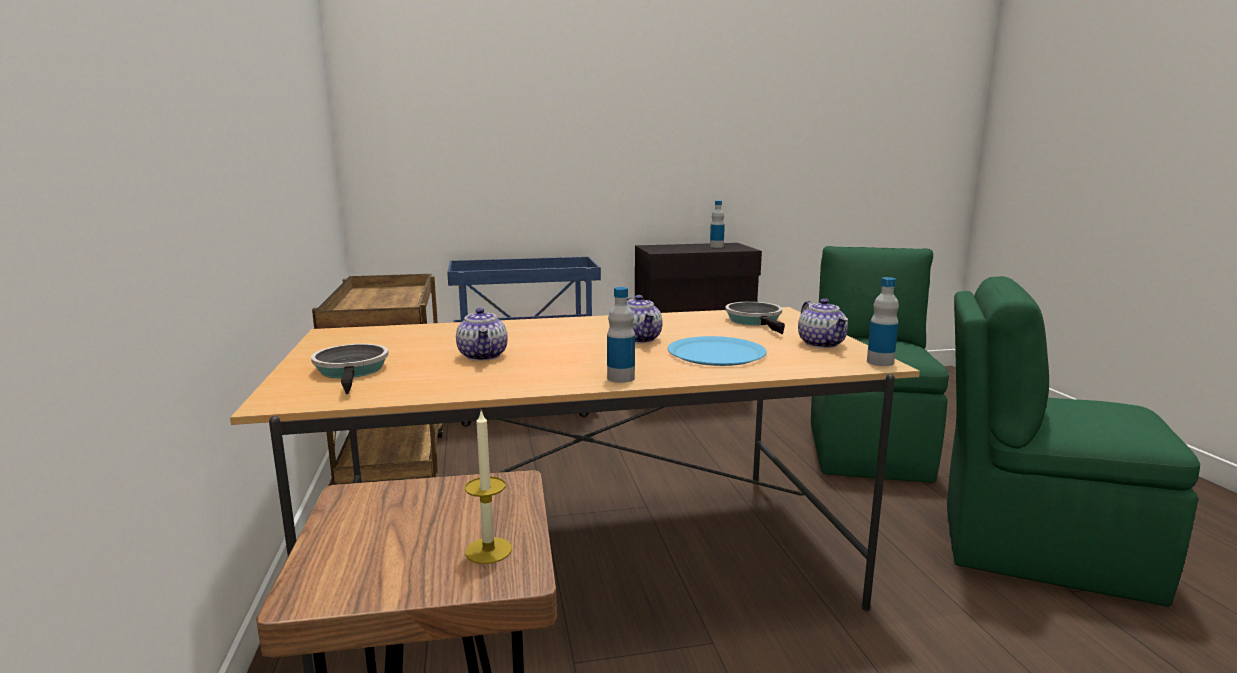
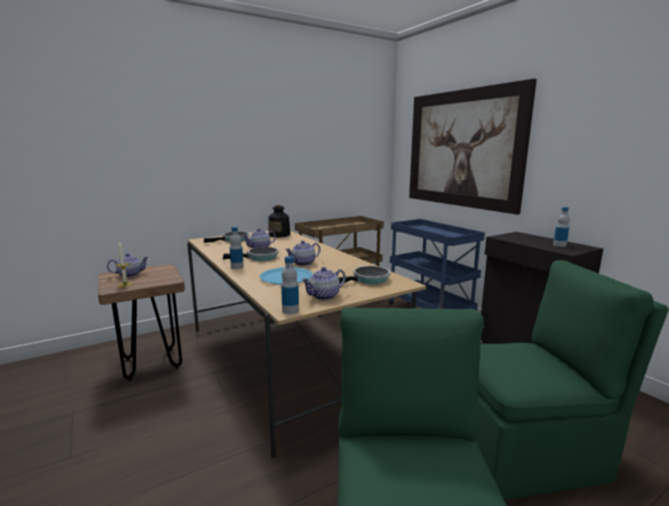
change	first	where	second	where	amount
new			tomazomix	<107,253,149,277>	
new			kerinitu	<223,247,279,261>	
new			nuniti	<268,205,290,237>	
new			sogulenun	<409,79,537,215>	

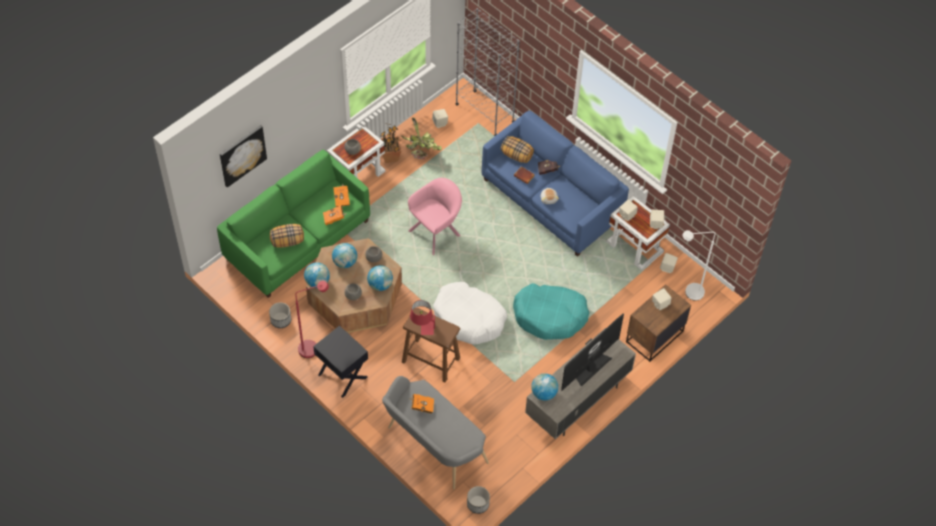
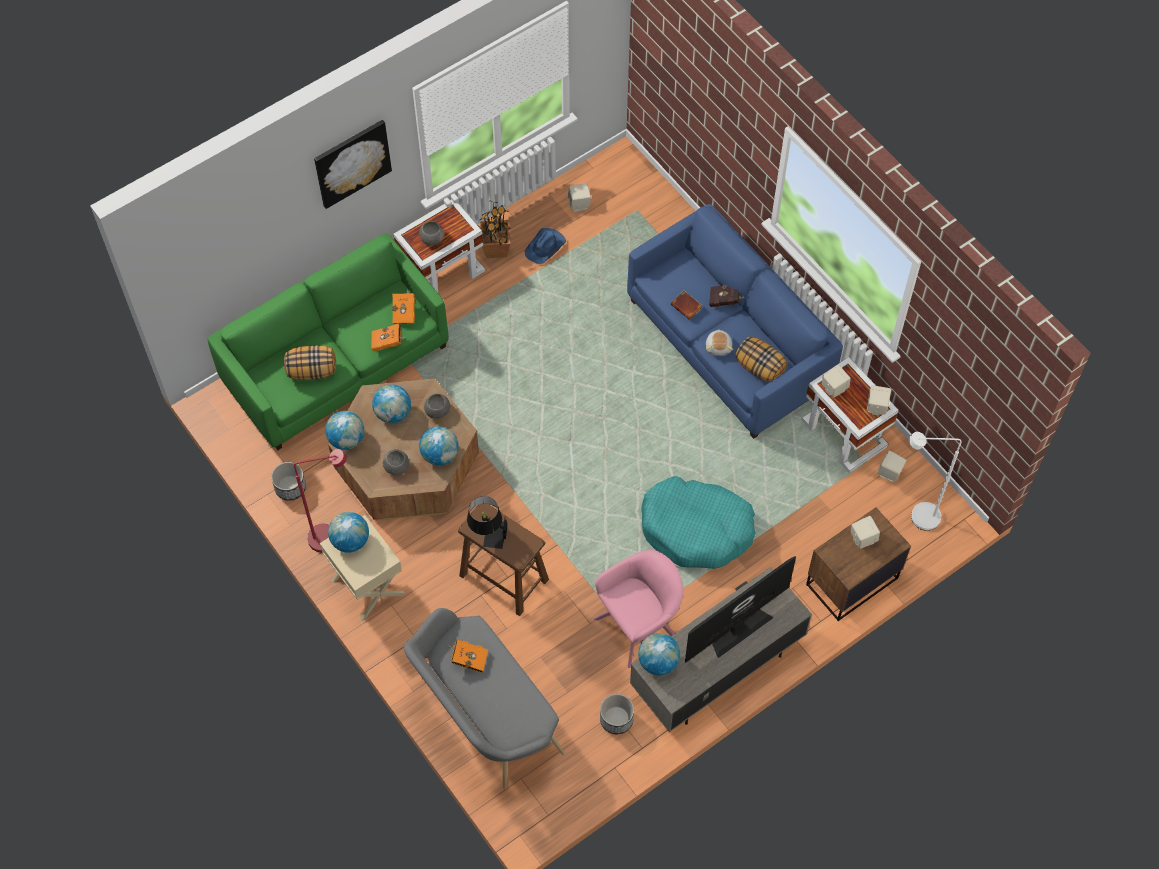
change	first	where	second	where	amount
gone	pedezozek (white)	<433,282,507,345>			
gone	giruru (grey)	<456,8,520,136>			
new			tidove	<328,512,369,553>	
shifted	sogulenun	<220,125,267,188>		<314,120,392,209>	
shifted	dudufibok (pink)	<408,178,462,255>		<593,550,683,668>	
shifted	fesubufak	<467,486,490,514>		<600,694,634,734>	
shifted	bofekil	<501,136,534,163>		<735,337,788,382>	
swapped	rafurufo	<401,118,442,160>	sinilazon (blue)	<525,228,566,264>	
repainted	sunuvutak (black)	<313,326,368,398>	sunuvutak (beige)	<320,515,404,621>	
repainted	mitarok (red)	<410,300,435,335>	mitarok (black)	<467,496,507,549>	

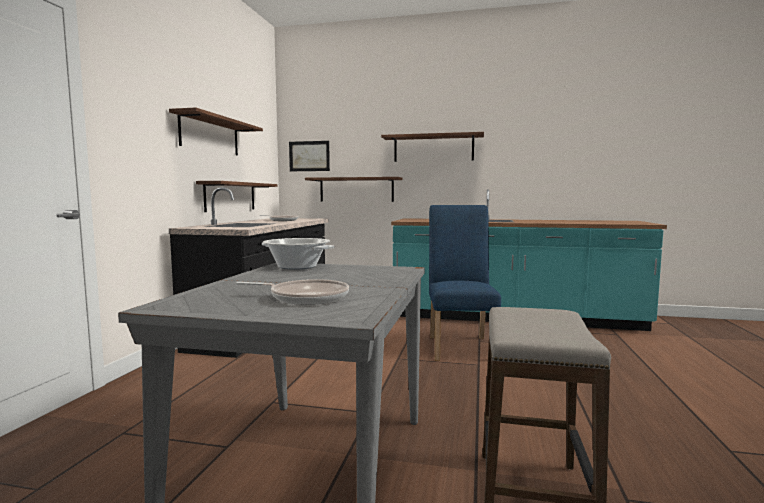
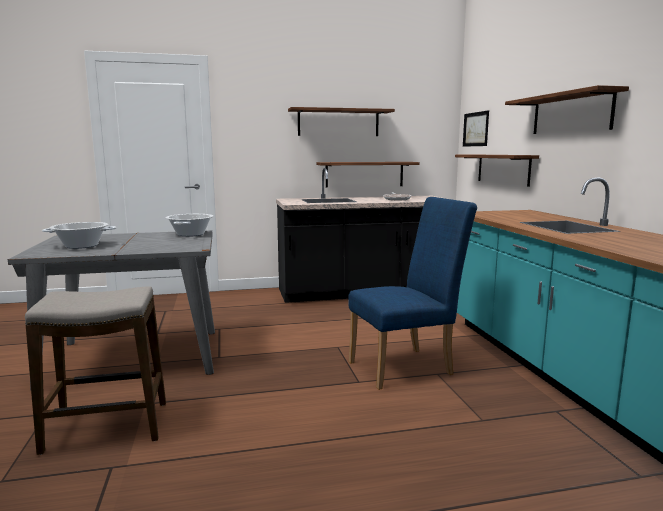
change	first	where	second	where	amount
swapped	kerinitu	<236,279,349,305>	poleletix	<42,222,117,249>	

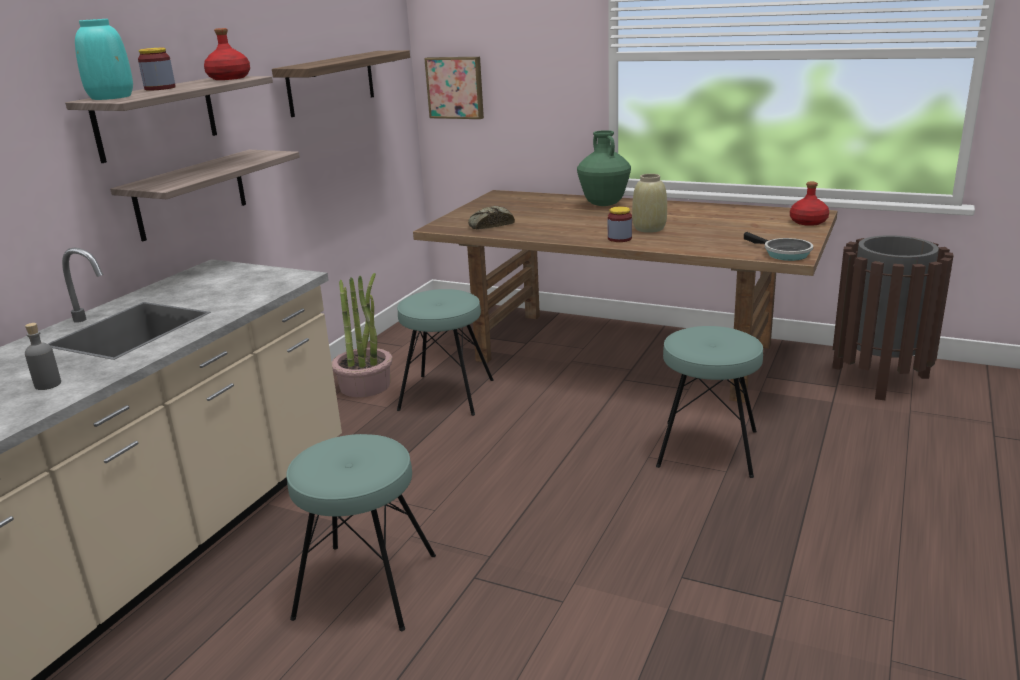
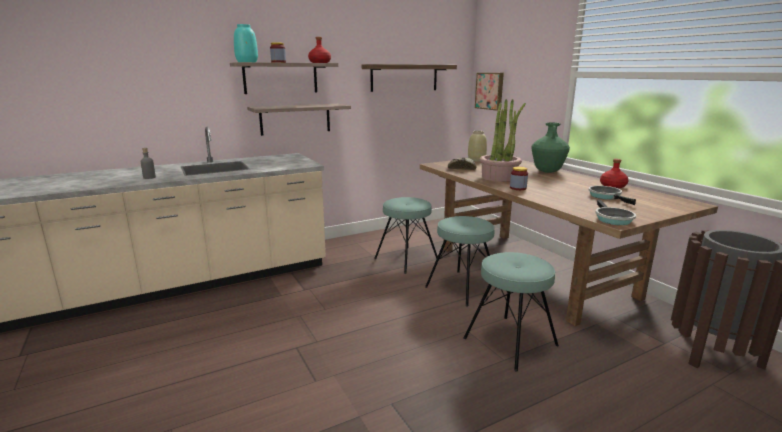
change	first	where	second	where	amount
new			kerinitu	<588,186,636,205>	
shifted	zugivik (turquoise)	<286,434,436,631>		<425,216,499,307>	
shifted	rafurufo	<332,273,393,397>		<480,99,526,182>	
shifted	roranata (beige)	<632,174,667,233>		<468,131,487,161>	
shifted	nuniti (red)	<790,182,829,226>		<600,159,629,188>	

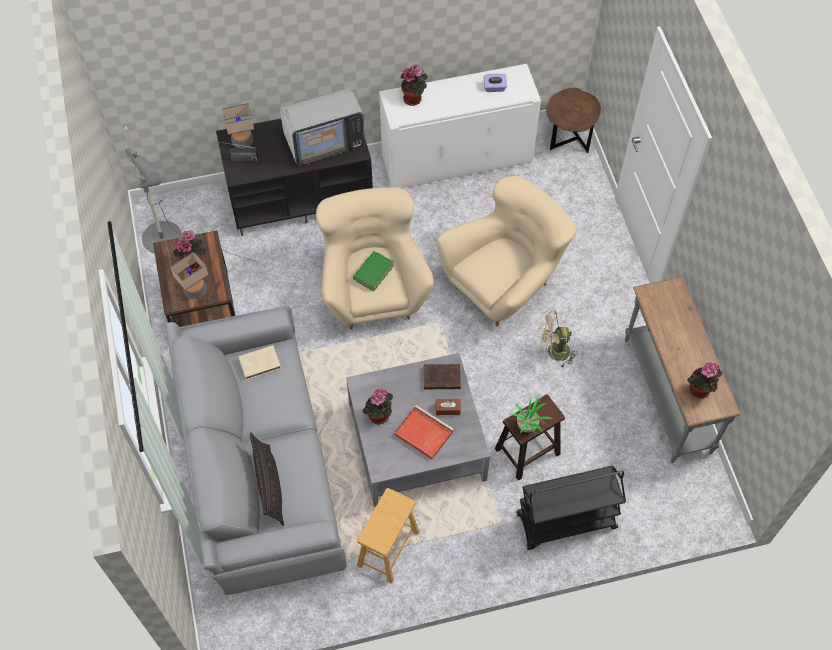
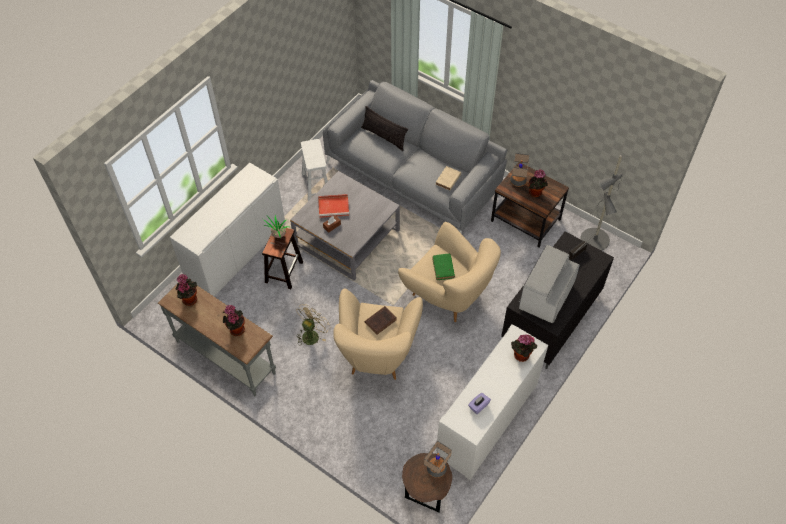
change	first	where	second	where	amount
shifted	mitarok	<222,103,254,148>		<424,441,452,478>	
shifted	rafurufo	<363,389,393,425>		<223,305,245,336>	
shifted	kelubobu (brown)	<424,364,461,389>		<365,306,397,335>	
swapped	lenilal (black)	<516,466,626,550>	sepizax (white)	<170,163,285,296>	
repainted	zugivik (brown)	<357,488,420,583>	zugivik (white)	<301,139,328,201>	

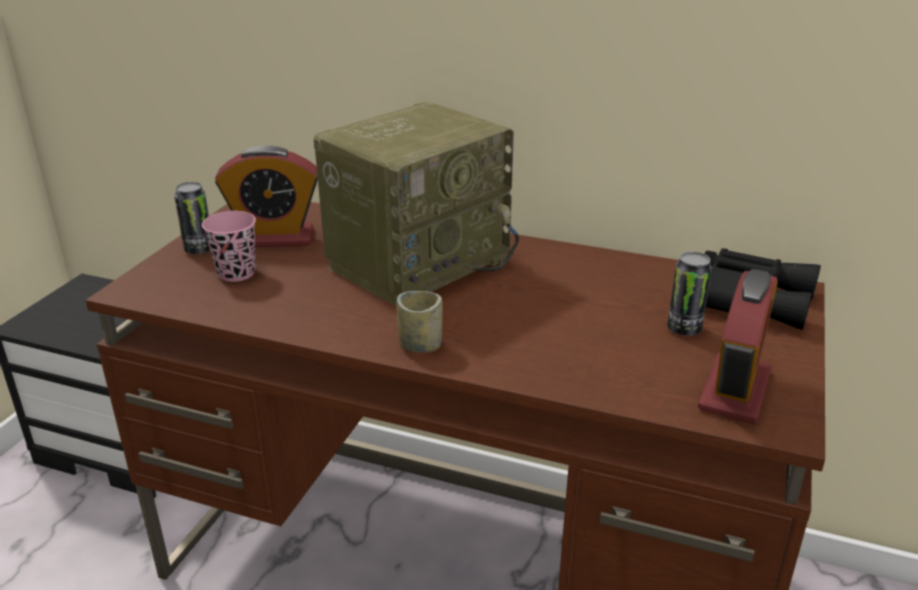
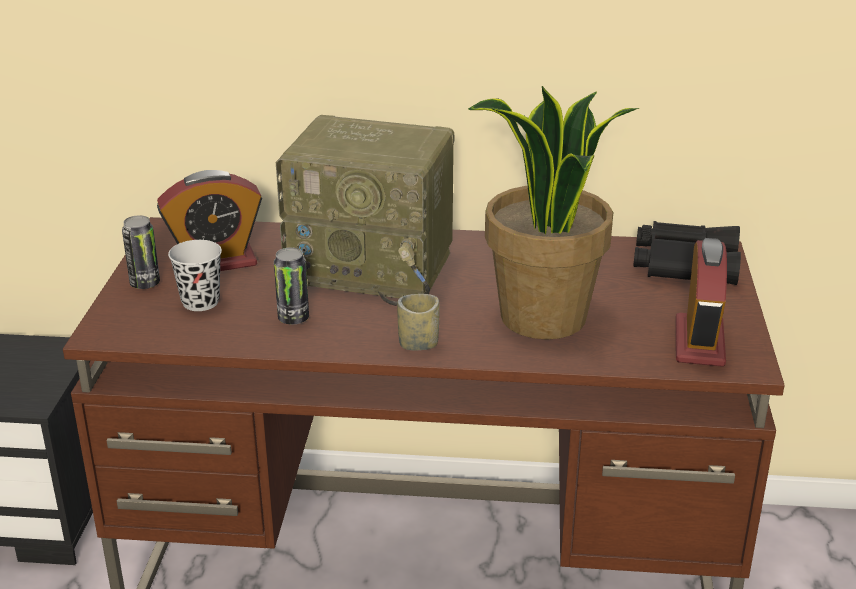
change	first	where	second	where	amount
new			rafurufo	<468,86,639,340>	
shifted	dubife	<667,252,712,336>		<274,248,309,324>	
repainted	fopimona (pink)	<202,211,256,282>	fopimona (black)	<168,240,222,311>	
rotated	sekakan	<314,102,519,307>		<276,115,454,306>	75 degrees clockwise

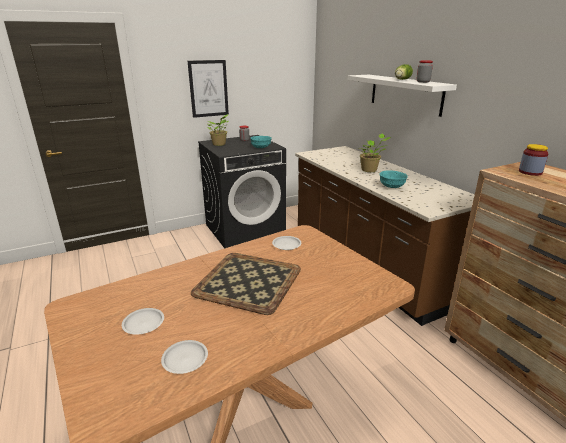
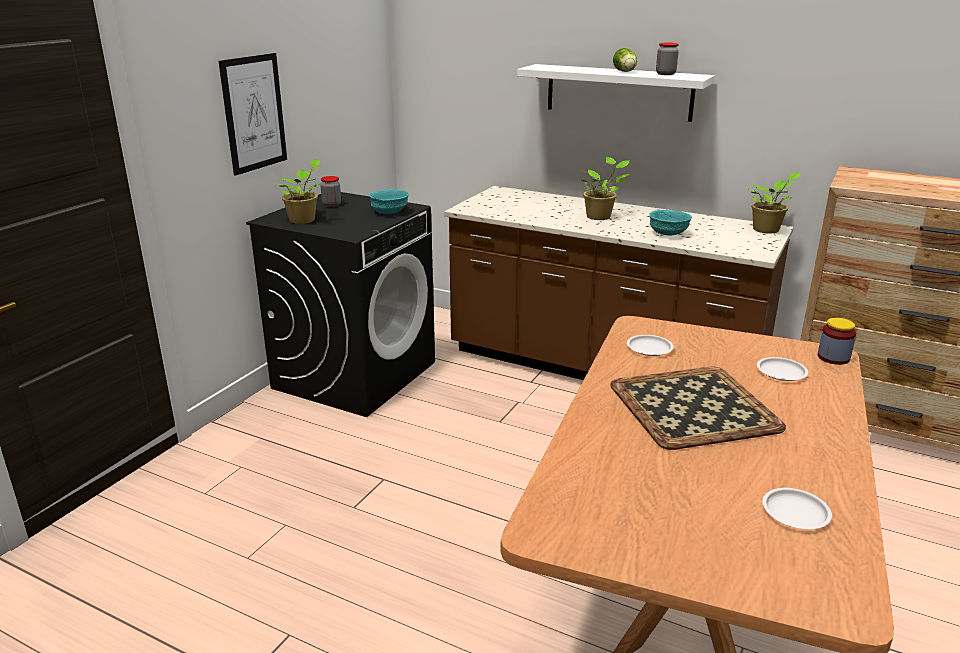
change	first	where	second	where	amount
new			rafurufo	<749,172,800,234>	
shifted	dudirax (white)	<122,308,164,335>		<757,357,808,381>	
shifted	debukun	<519,144,549,176>		<818,318,856,365>	

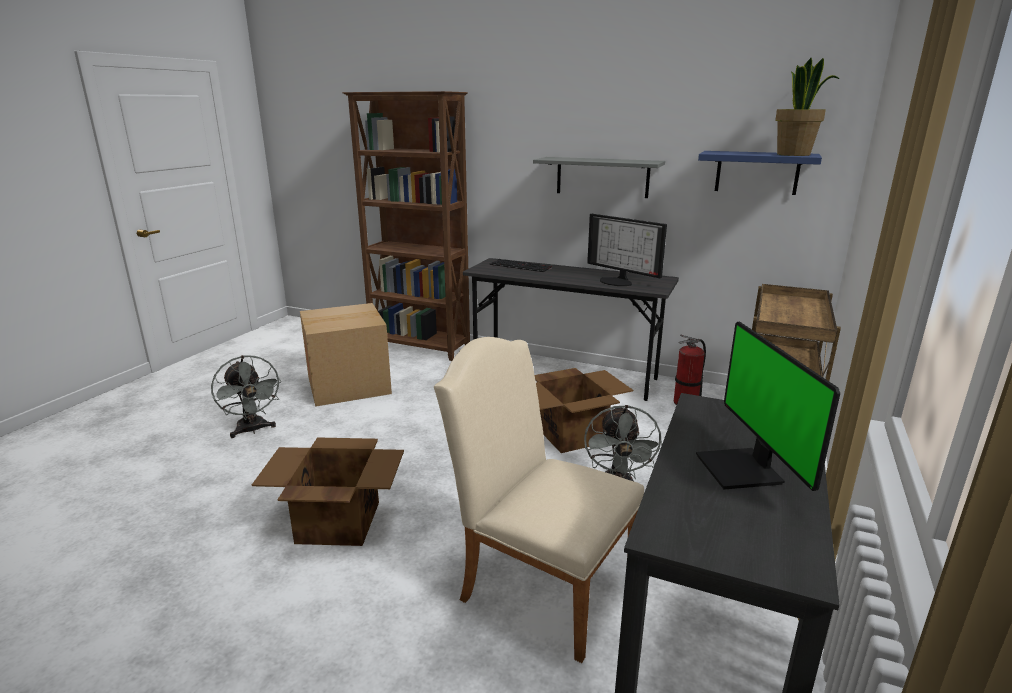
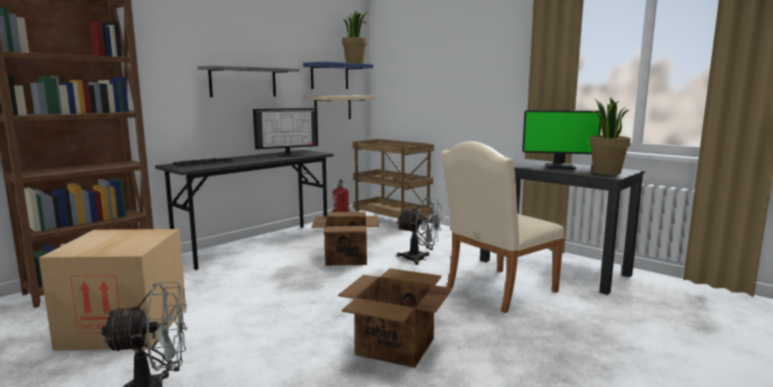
change	first	where	second	where	amount
new			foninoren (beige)	<307,96,376,119>	
new			rafurufo	<588,97,631,175>	

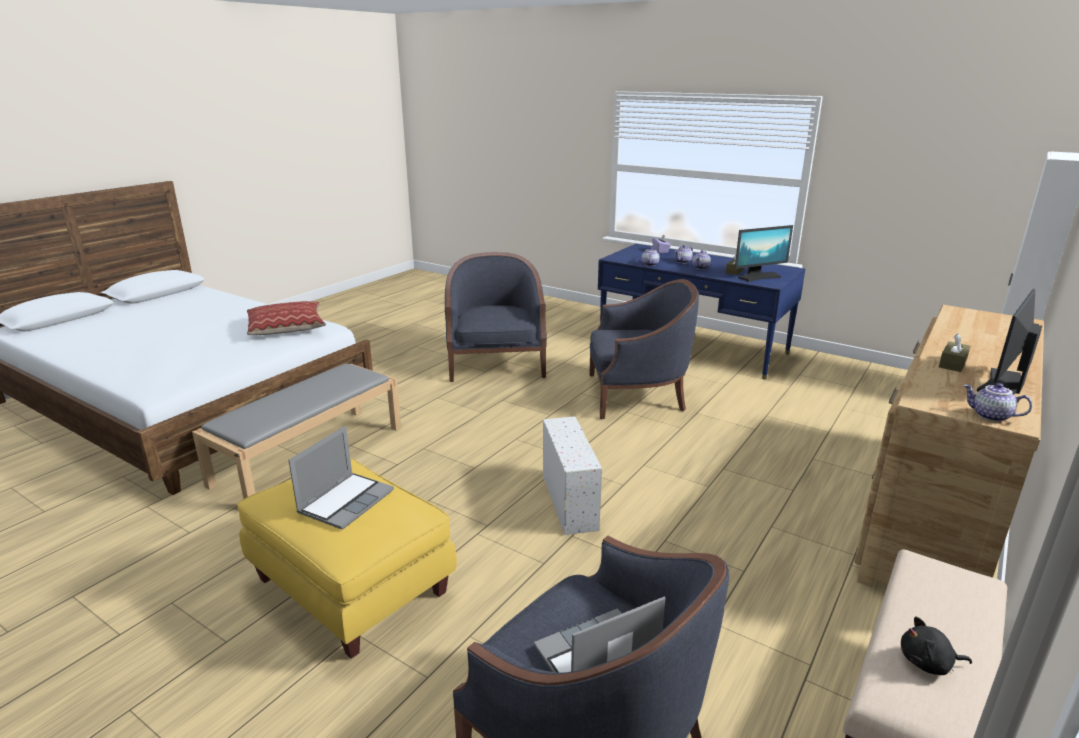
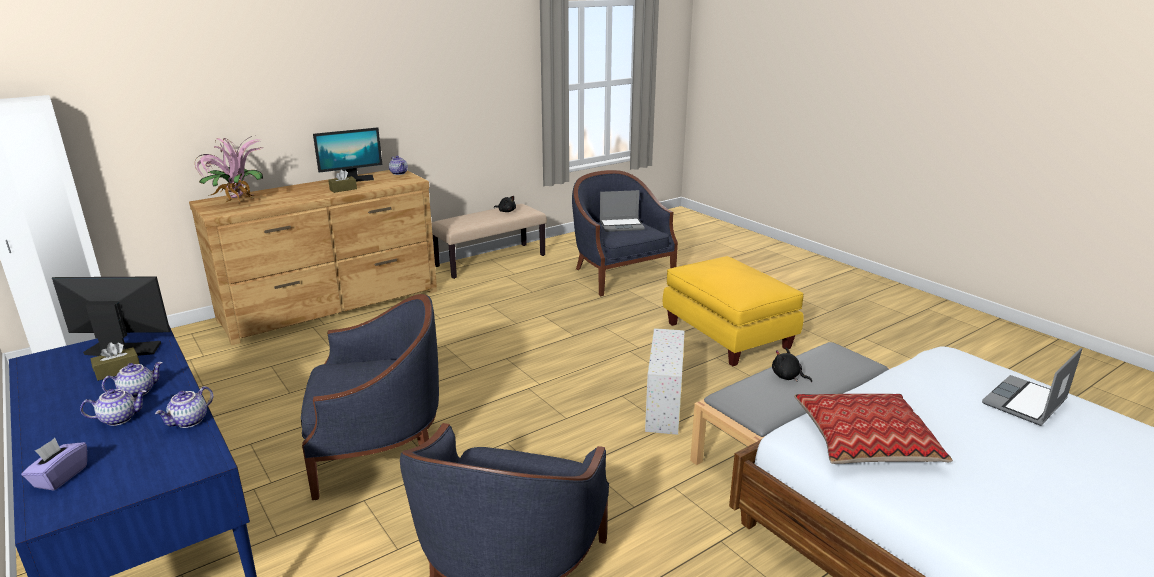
change	first	where	second	where	amount
new			rafurufo	<195,135,263,203>	
new			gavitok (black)	<772,348,812,382>	
shifted	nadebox	<289,425,394,530>		<982,348,1082,426>	
shifted	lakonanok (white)	<543,416,602,535>		<645,328,685,435>	
rotated	dudufibok (blue)	<589,279,699,419>		<301,294,439,500>	150 degrees clockwise

